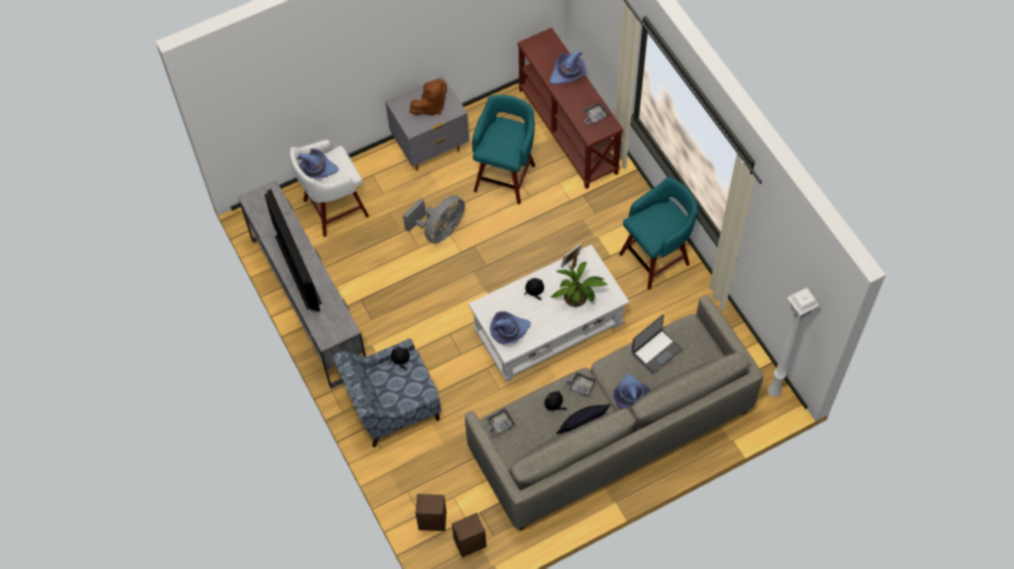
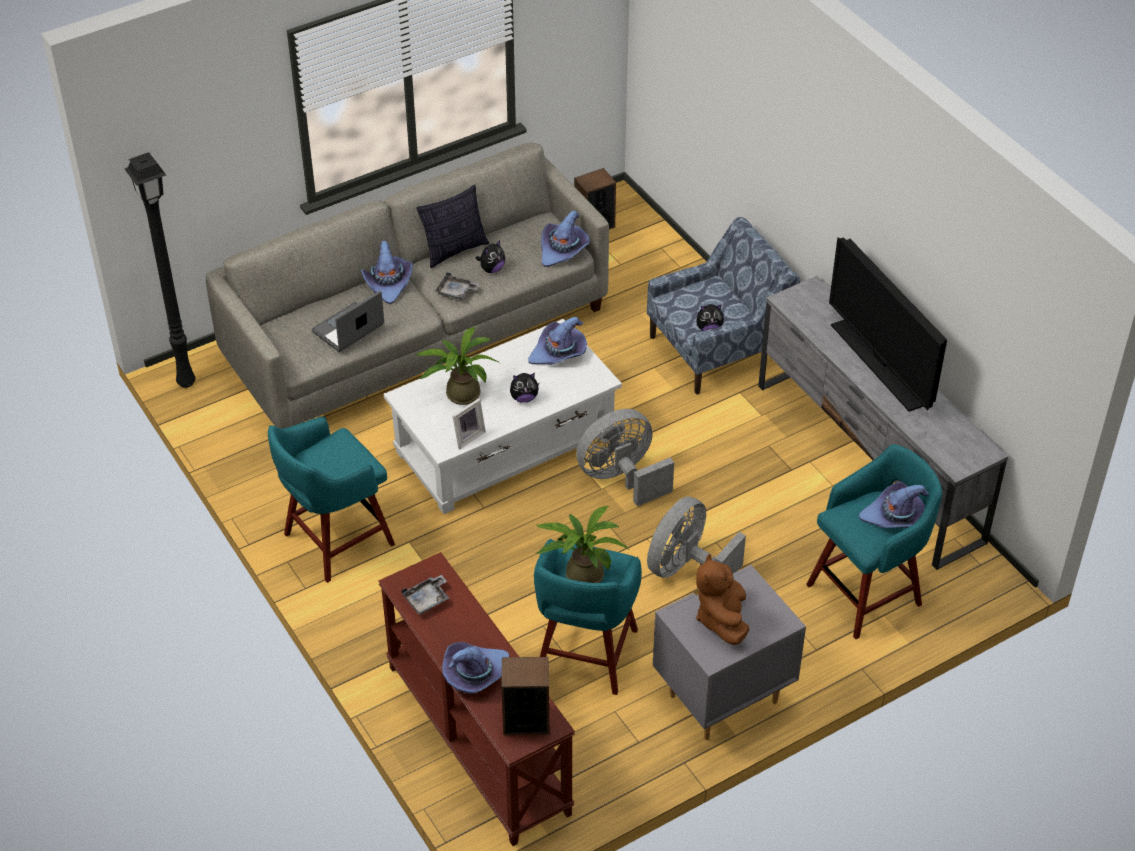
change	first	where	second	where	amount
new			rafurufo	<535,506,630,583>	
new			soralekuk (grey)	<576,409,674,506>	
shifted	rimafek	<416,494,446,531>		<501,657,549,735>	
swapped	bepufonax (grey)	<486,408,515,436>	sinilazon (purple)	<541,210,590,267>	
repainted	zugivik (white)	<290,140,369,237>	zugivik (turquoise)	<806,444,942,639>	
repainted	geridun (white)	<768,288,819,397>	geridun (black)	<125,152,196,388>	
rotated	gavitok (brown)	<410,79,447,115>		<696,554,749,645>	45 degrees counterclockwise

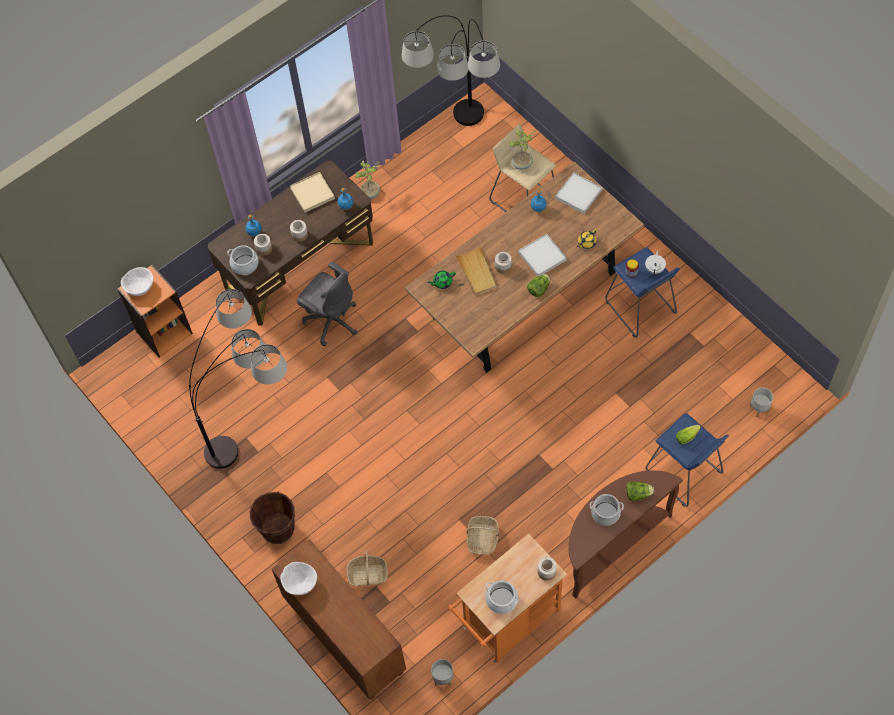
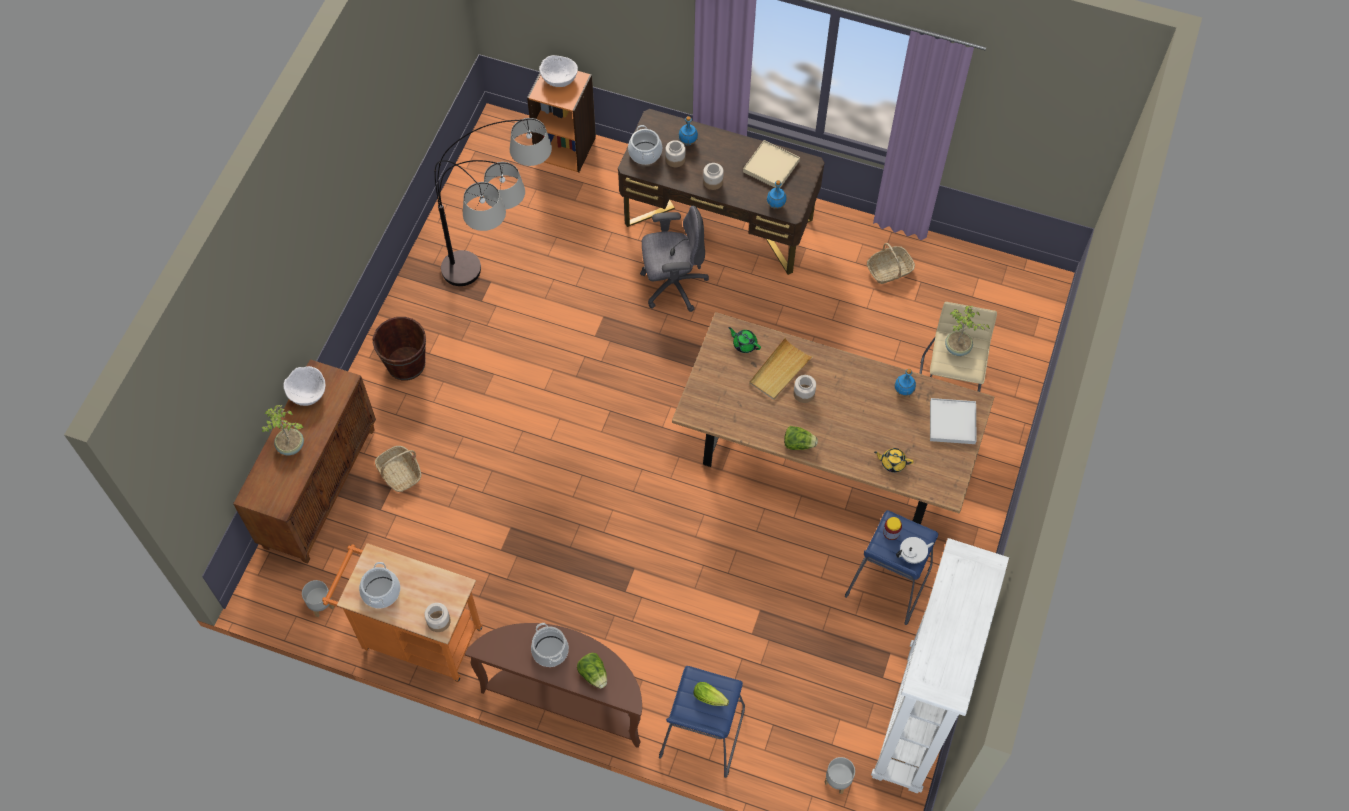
change	first	where	second	where	amount
gone	geridun	<402,15,500,126>			
gone	bepufonax (white)	<518,234,567,276>			
new			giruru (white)	<871,538,1009,793>	
shifted	rafurufo	<355,160,380,199>		<261,405,304,455>	
shifted	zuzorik	<466,516,500,555>		<867,243,915,284>	
rotated	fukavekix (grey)	<297,262,357,346>		<640,206,709,312>	105 degrees counterclockwise

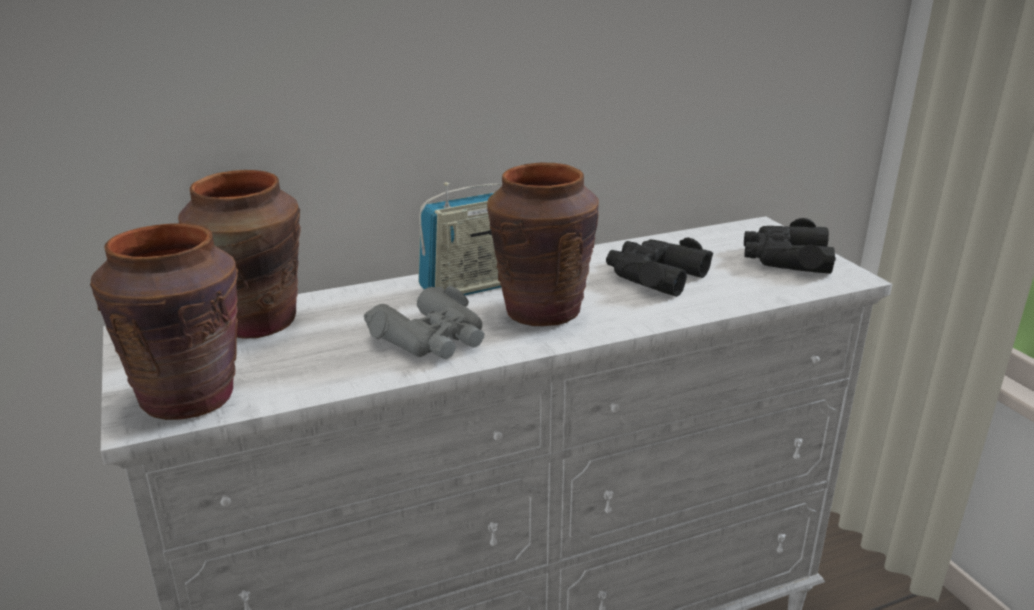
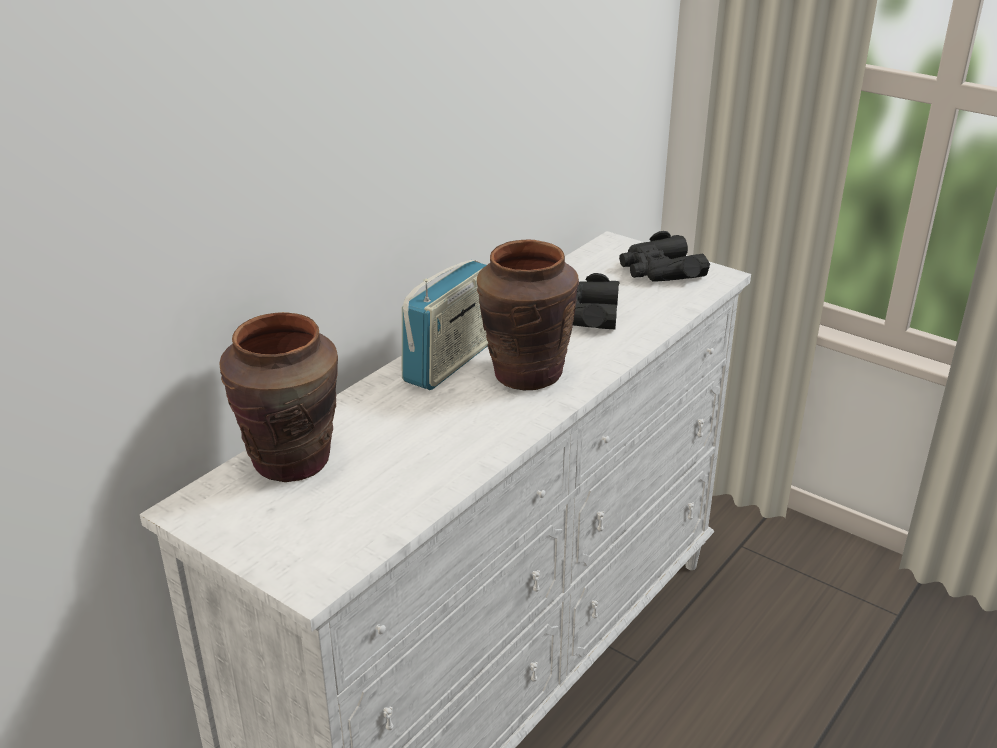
change	first	where	second	where	amount
gone	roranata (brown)	<90,223,238,420>			
gone	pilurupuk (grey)	<364,286,484,359>			

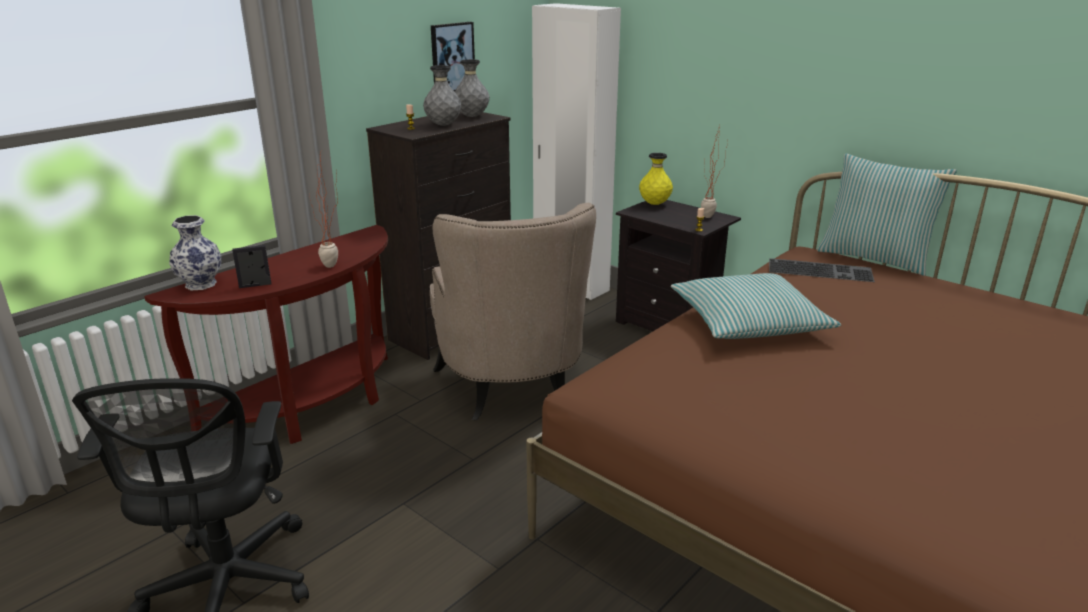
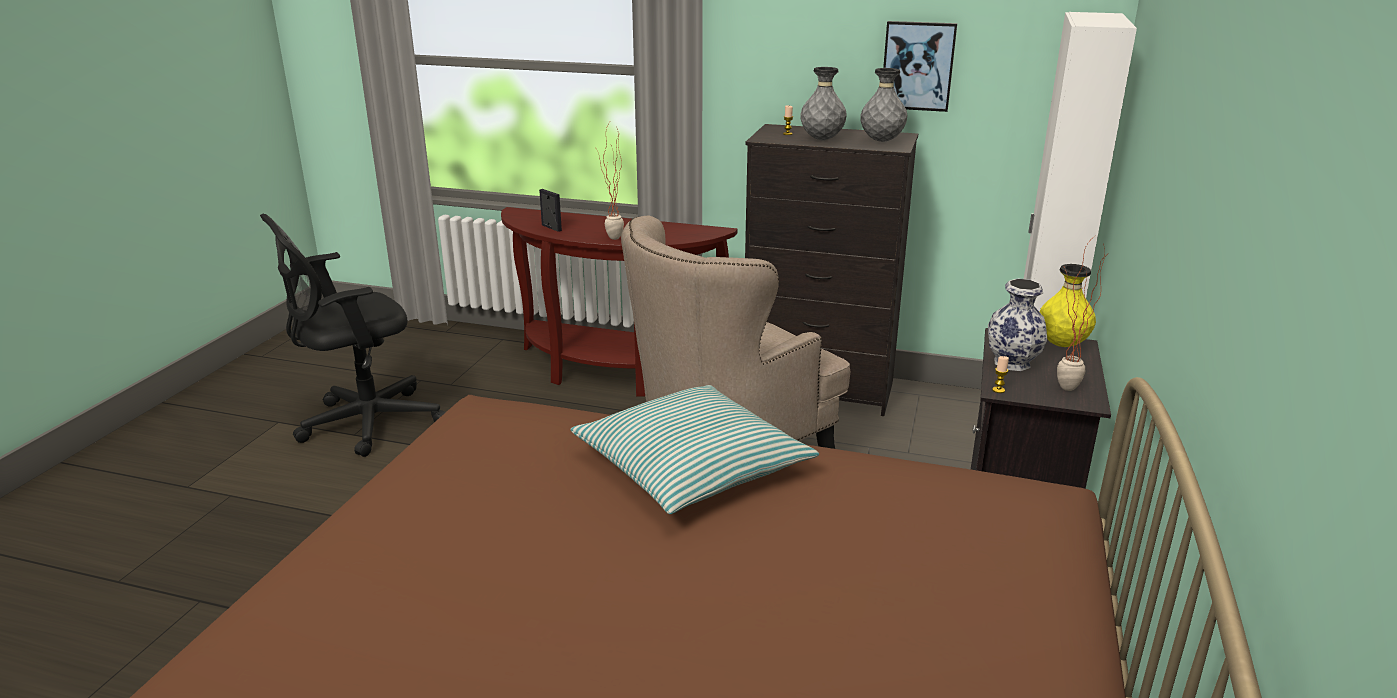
change	first	where	second	where	amount
gone	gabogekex	<769,258,875,282>			
gone	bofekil	<817,154,957,276>			
shifted	roranata	<169,215,222,290>		<988,278,1047,371>	

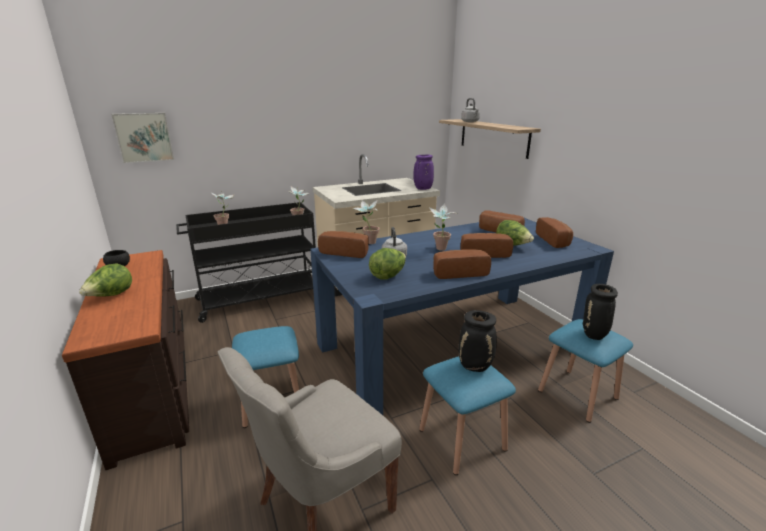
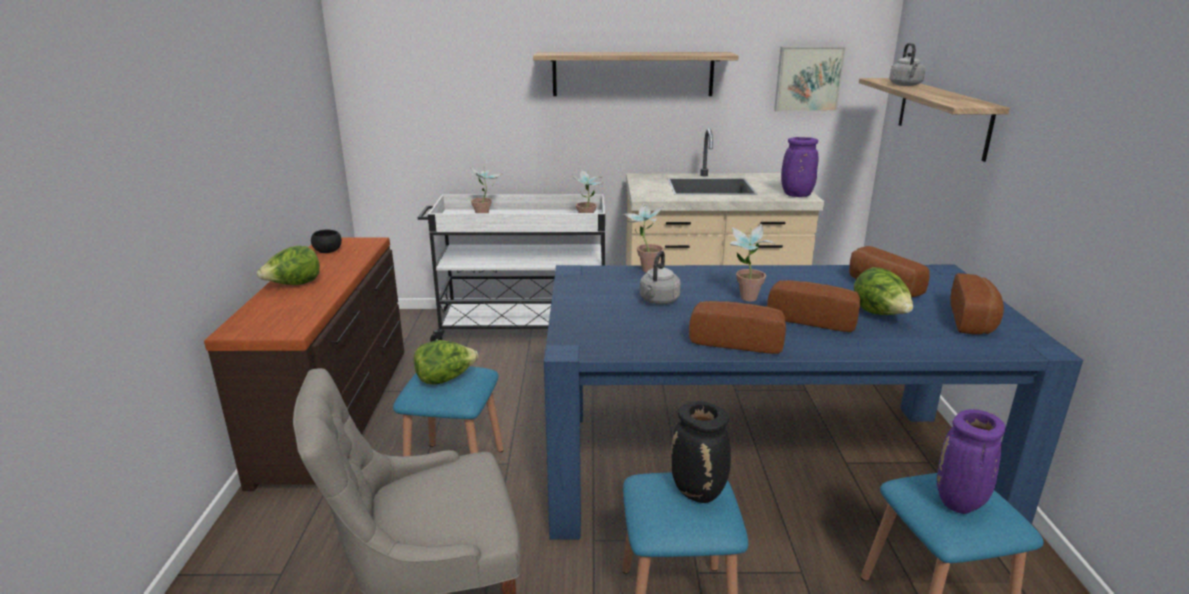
change	first	where	second	where	amount
gone	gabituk	<318,231,369,258>			
new			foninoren	<533,52,739,96>	
shifted	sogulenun	<111,113,174,163>		<774,47,846,112>	
shifted	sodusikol	<369,248,406,280>		<414,340,478,385>	
repainted	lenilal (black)	<176,202,316,323>	lenilal (white)	<418,194,605,342>	
repainted	roranata (black)	<583,284,618,340>	roranata (purple)	<937,409,1006,514>	

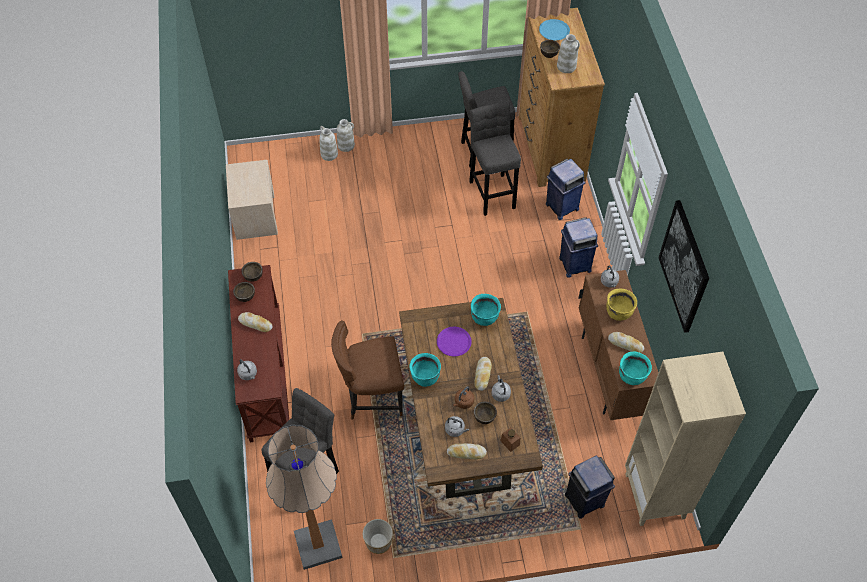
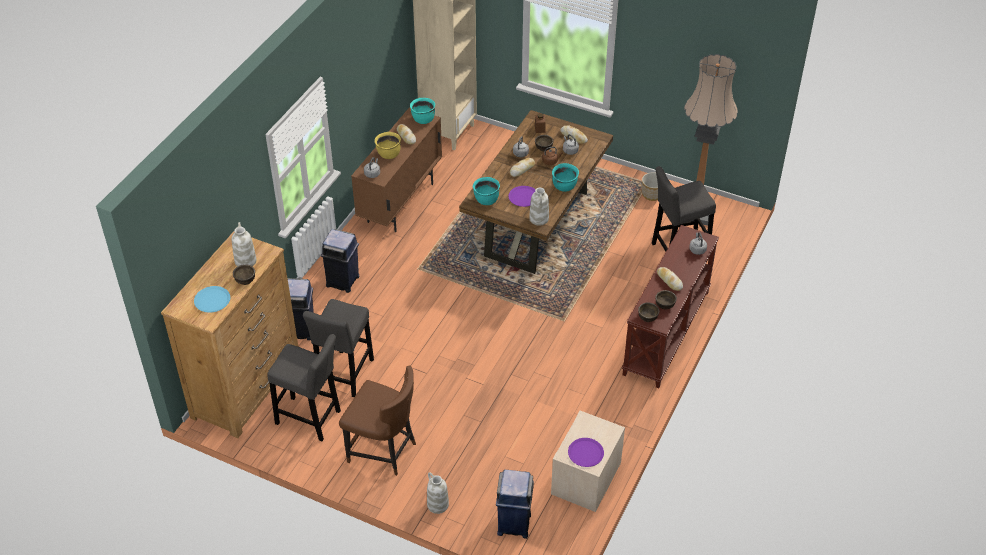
change	first	where	second	where	amount
gone	sogulenun	<658,200,709,333>			
new			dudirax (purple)	<568,438,604,467>	
shifted	roranata (white)	<319,126,338,161>		<529,188,549,226>	
shifted	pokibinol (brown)	<331,320,404,419>		<339,365,416,476>	
shifted	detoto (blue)	<565,456,615,519>		<496,469,534,539>	

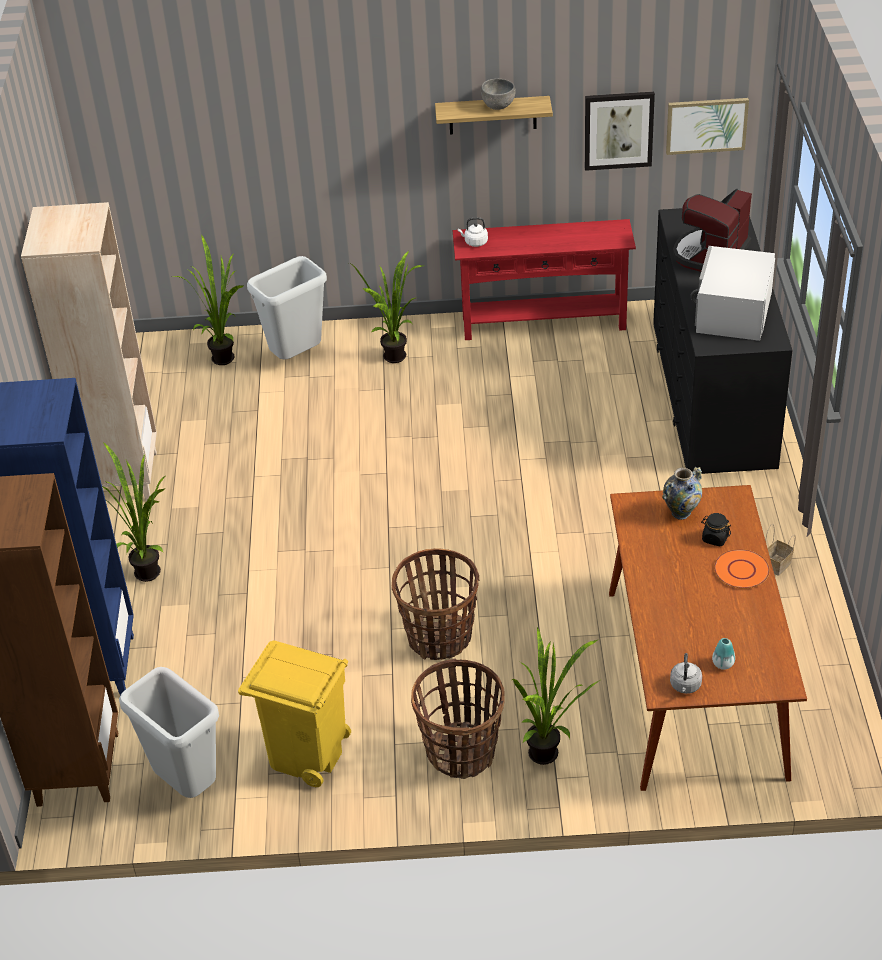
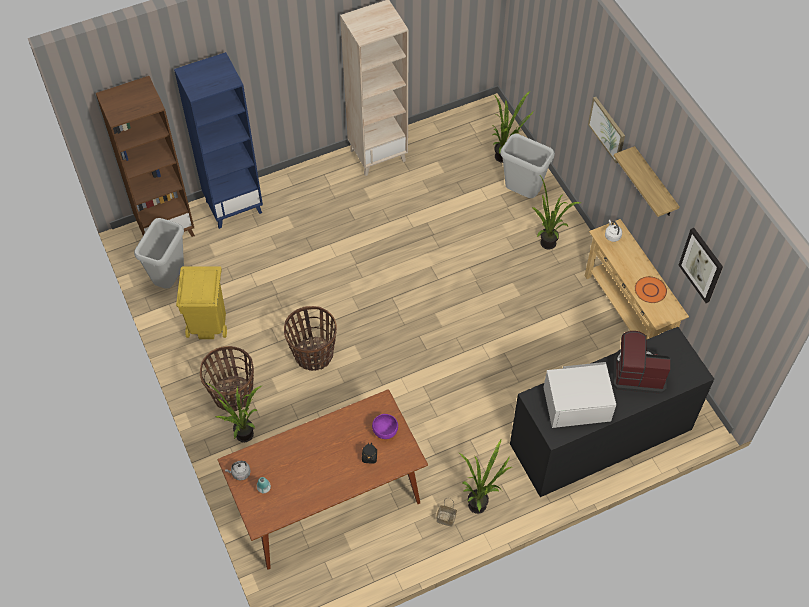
change	first	where	second	where	amount
gone	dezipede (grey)	<481,79,516,110>			
shifted	rafurufo	<102,442,166,582>		<459,440,512,514>	
shifted	sogulenun	<666,98,749,155>		<588,97,625,163>	
shifted	dudirax (orange)	<714,549,770,589>		<635,276,667,303>	
swapped	roranata	<662,467,702,520>	dezipede (purple)	<372,414,398,439>	
repainted	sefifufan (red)	<453,219,636,340>	sefifufan (beige)	<585,219,689,340>	

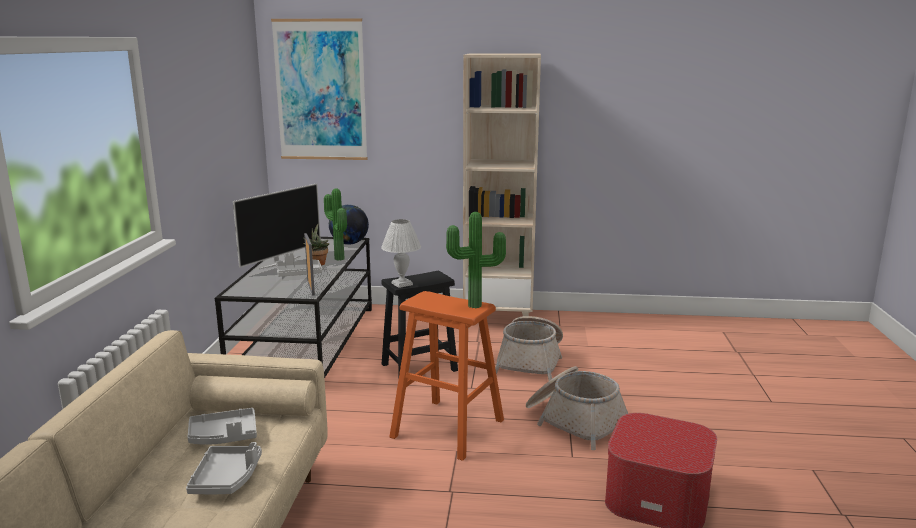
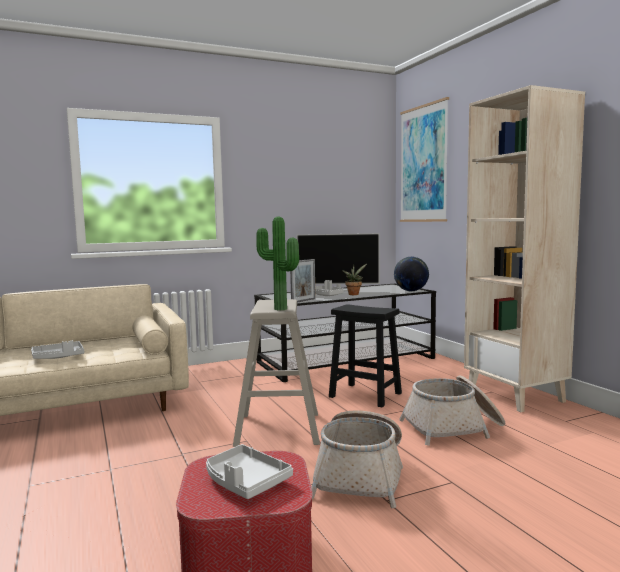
change	first	where	second	where	amount
gone	rafurufo	<324,189,347,260>			
gone	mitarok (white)	<381,219,421,288>			
shifted	bepufonax (grey)	<187,408,257,445>		<206,444,293,499>	
repainted	zugivik (orange)	<390,291,504,461>	zugivik (beige)	<233,299,320,447>	

